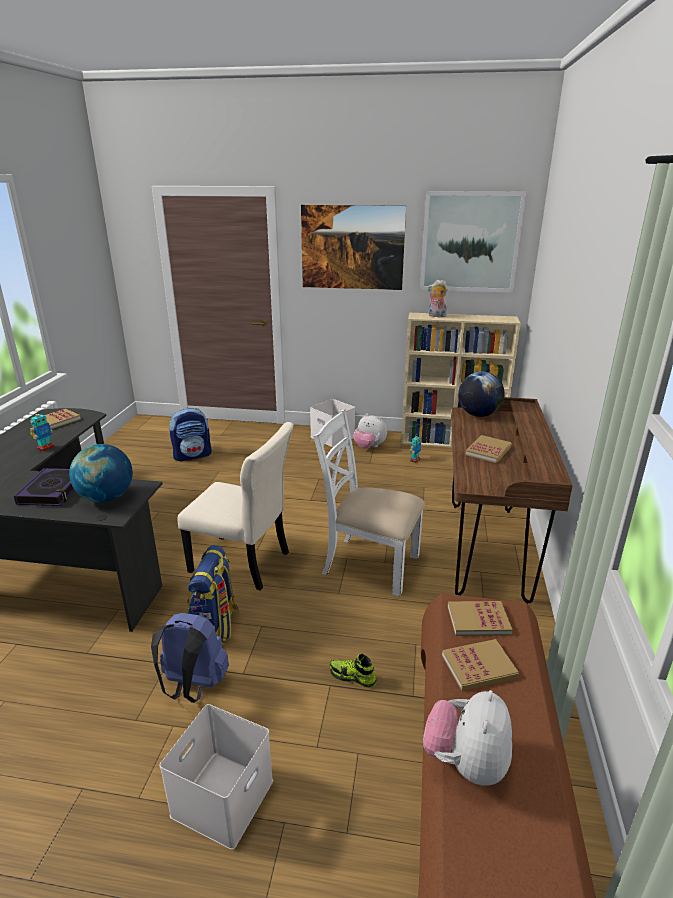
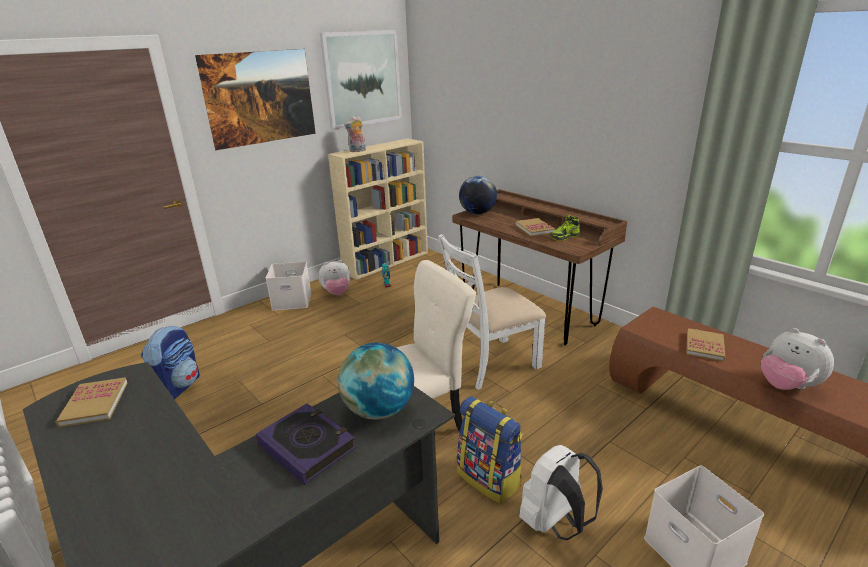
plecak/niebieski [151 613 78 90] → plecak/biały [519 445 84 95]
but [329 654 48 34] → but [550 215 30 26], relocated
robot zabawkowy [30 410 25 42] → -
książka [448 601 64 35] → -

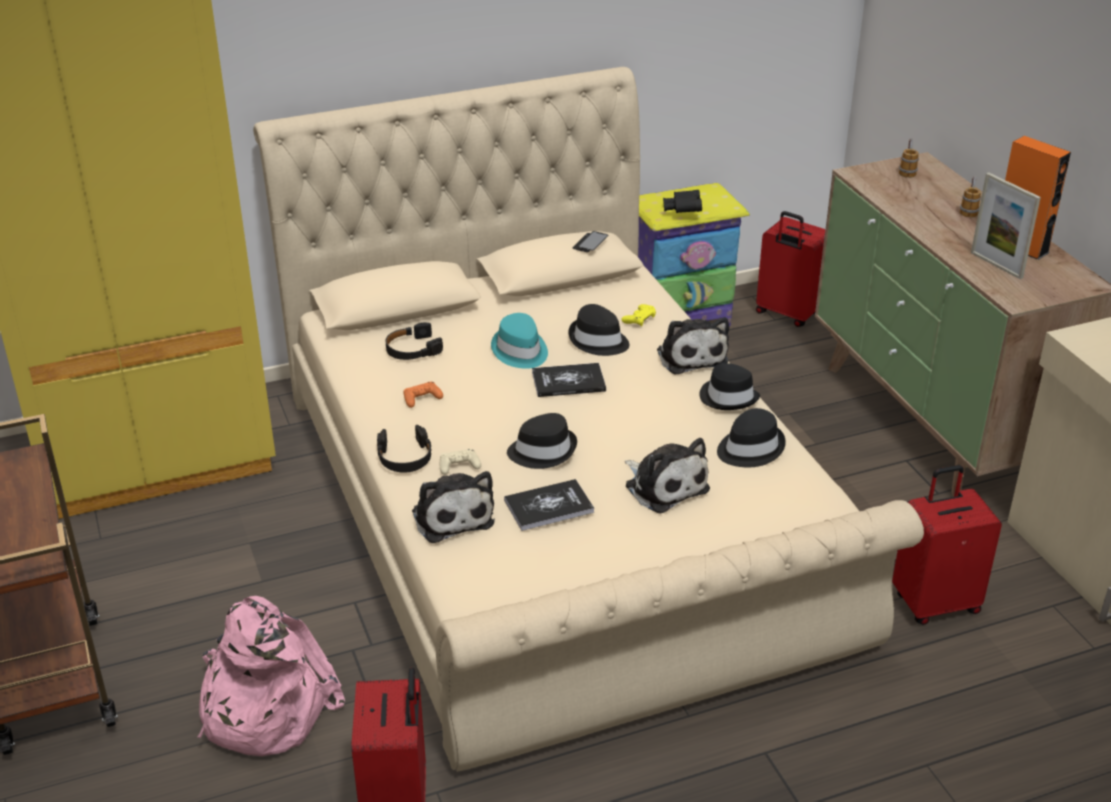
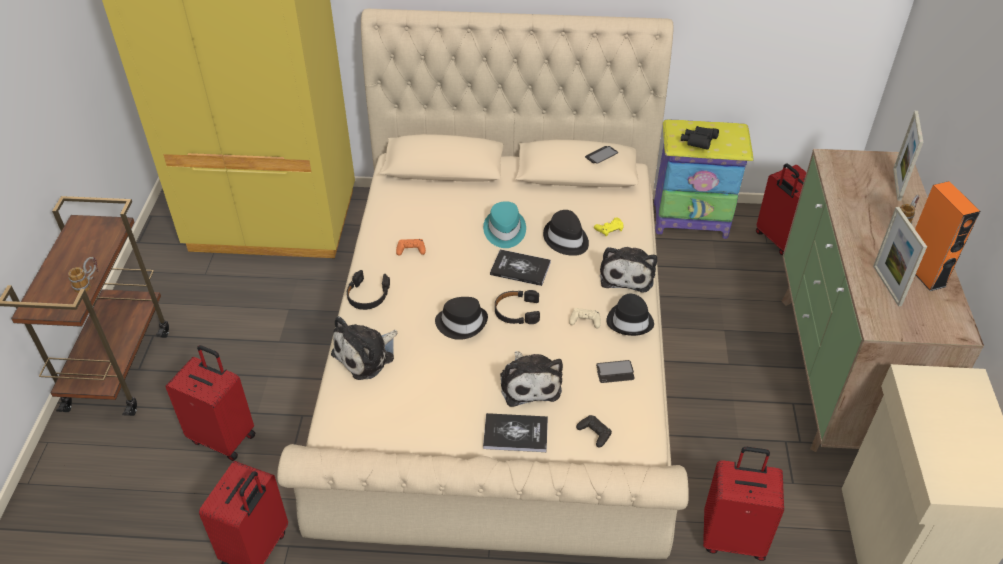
kubek [899 138 20 40] → kubek [68 257 30 36], relocated
plecak/różowy [198 596 147 160] → walizka/czerwony [165 345 91 116]
pluszak [412 471 83 72] → pluszak [331 316 66 64], 45 degrees clockwise
książka [504 479 90 52] → książka [483 413 65 39], relocated
słuchawki/czarny [386 322 57 38] → słuchawki/czarny [495 290 45 34], relocated
pad do gier/beżowy [440 449 41 26] → pad do gier/beżowy [569 308 32 20], relocated
- → pad do gier/czarny [576 415 36 33]
kapelusz/czarny [717 408 69 59] → telefon [596 360 39 23]
- → ramka na zdjęcie [893 110 30 91]

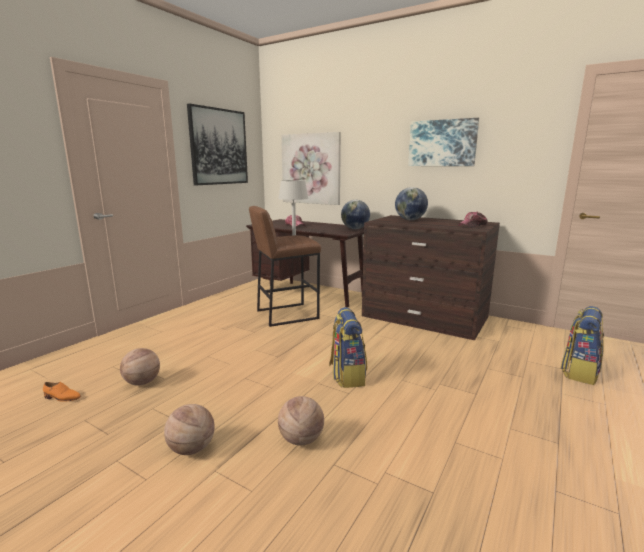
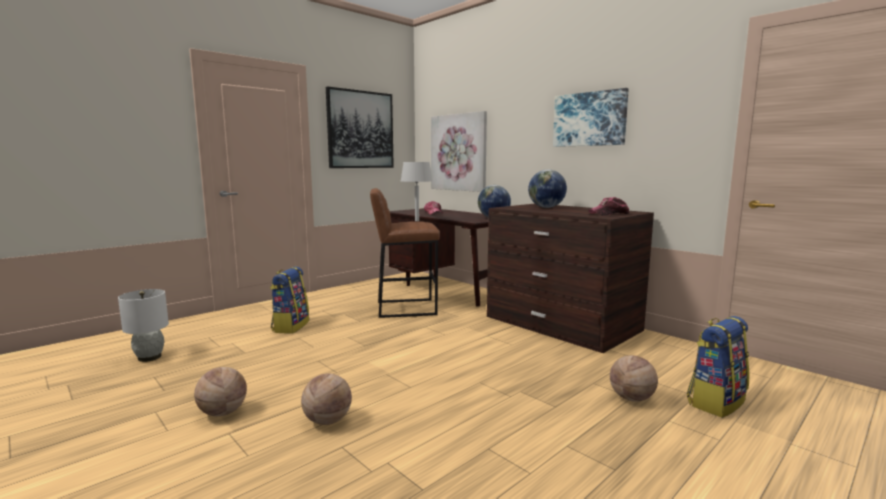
but/pomarańczowy [43 382 38 20] → lampa stołowa/biały [118 289 51 73]
plecak [329 307 38 81] → plecak [270 266 39 68], relocated
piłka do koszykówki [120 348 40 38] → piłka do koszykówki [610 355 48 47], relocated

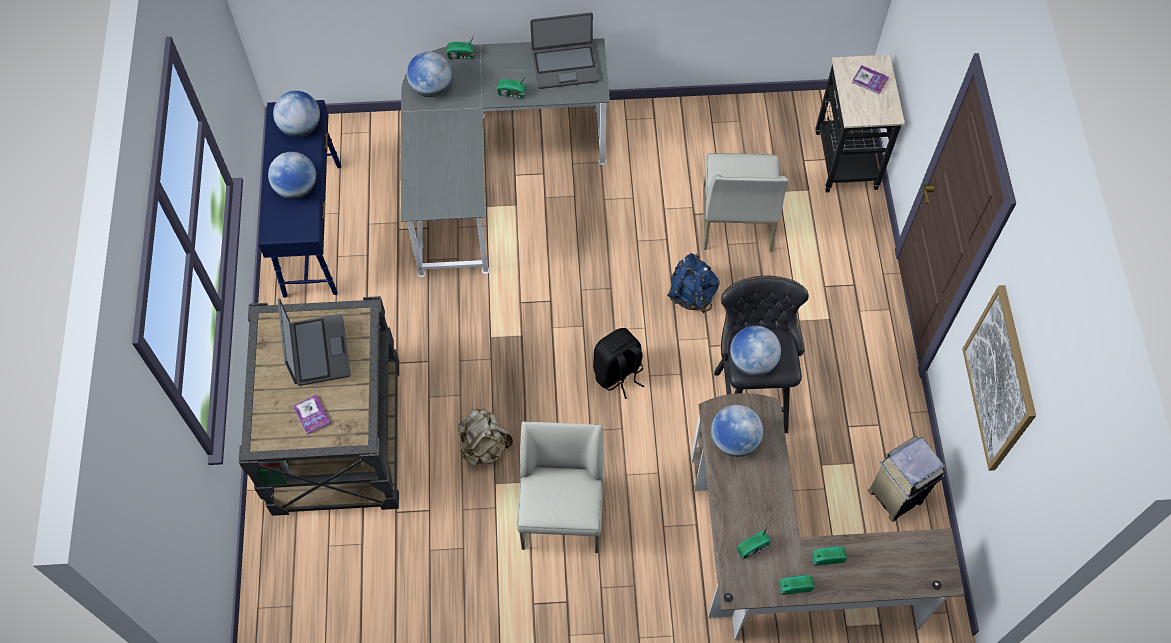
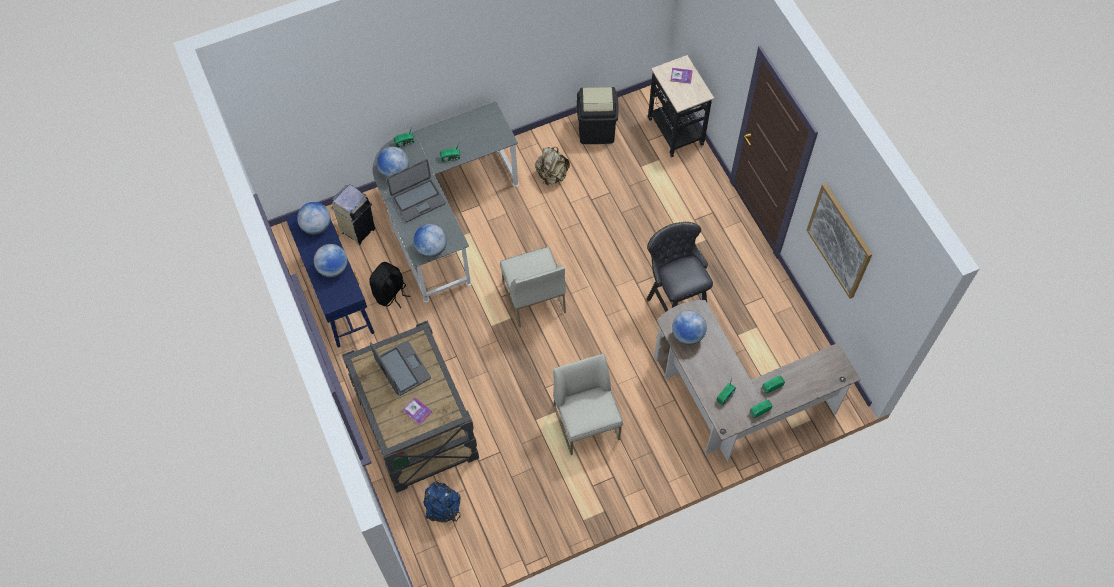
kosz na śmieci/beżowy [868 436 77 86] → kosz na śmieci/beżowy [331 184 44 61], relocated
plecak/czarny [593 328 52 71] → plecak/czarny [369 262 42 46], relocated
laptop [530 13 69 76] → laptop [387 159 59 63], relocated
globus [730 326 51 50] → globus [413 224 34 33], relocated
plecak/niebieski [667 253 53 61] → plecak/niebieski [423 480 38 42], relocated
krzesło/biały [703 153 85 98] → krzesło/biały [500 247 66 80], relocated
plecak/beżowy [458 409 55 57] → plecak/beżowy [535 147 35 38], relocated
- → kosz na śmieci/czarny [577 87 41 57]

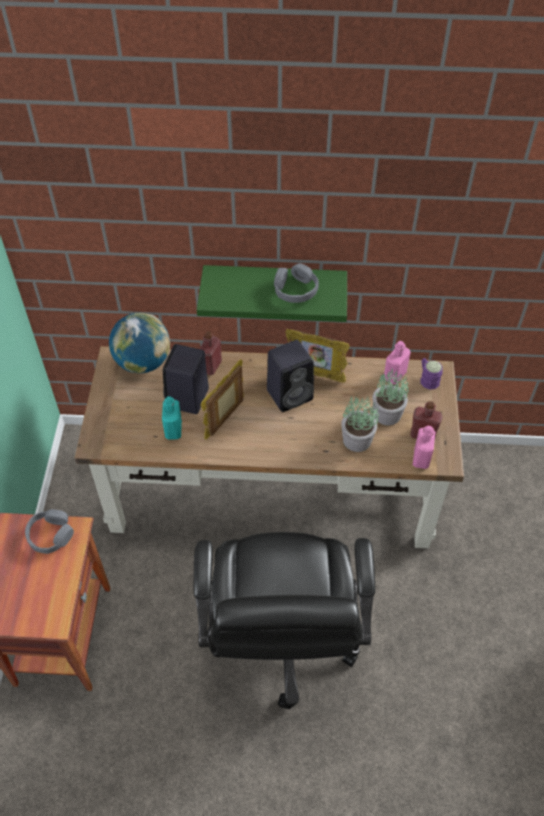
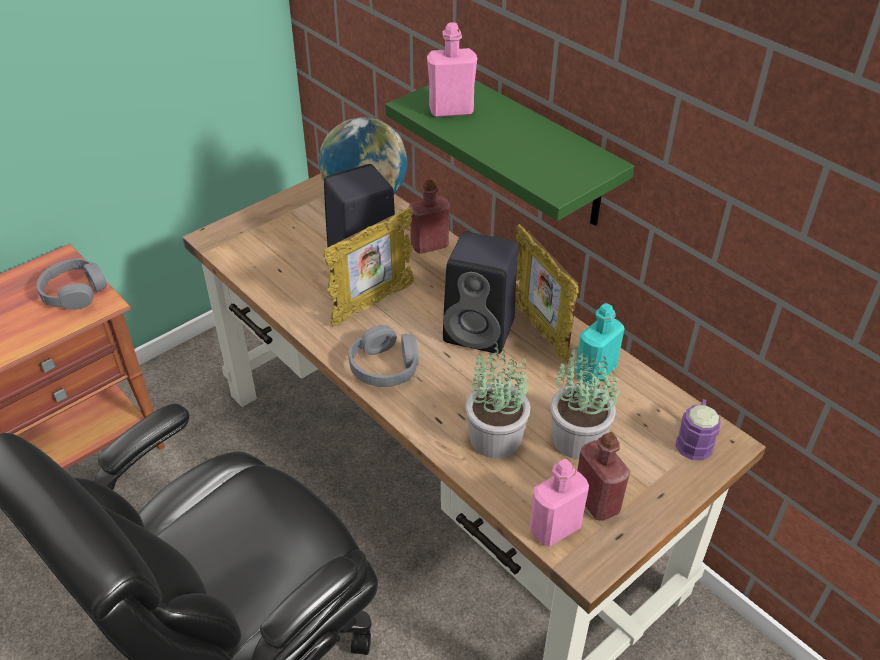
ramka na zdjęcie [200 359 44 81] → ramka na zdjęcie [323 207 91 120], 150 degrees clockwise
słuchawki/szary [274 263 45 40] → słuchawki/szary [348 325 71 62], relocated
butelka/różowy [384 341 27 43] → butelka/różowy [427 22 50 95], relocated
butelka/turkusowy [162 396 20 44] → butelka/turkusowy [575 303 50 82], relocated

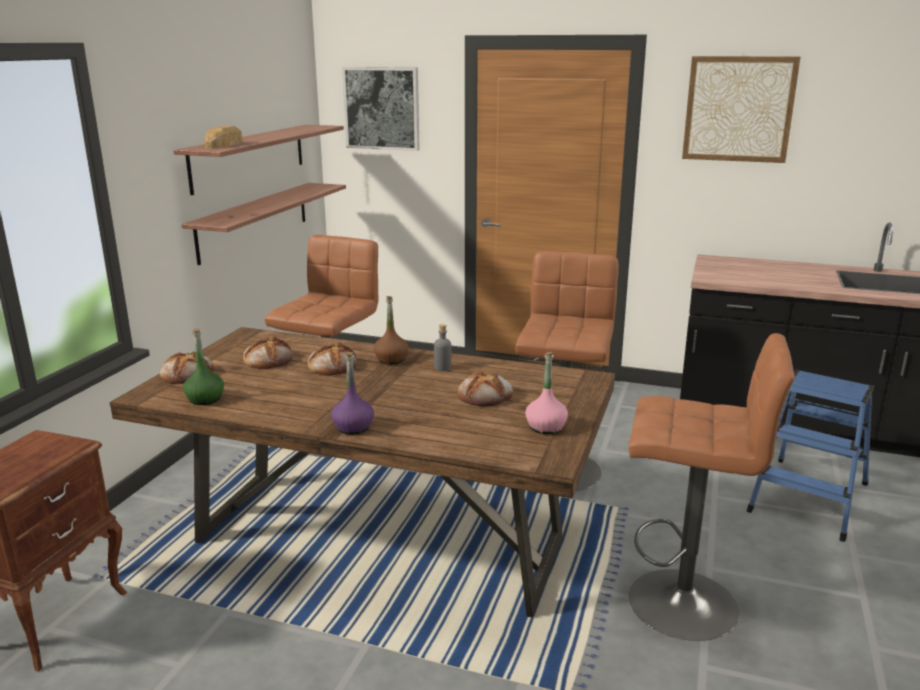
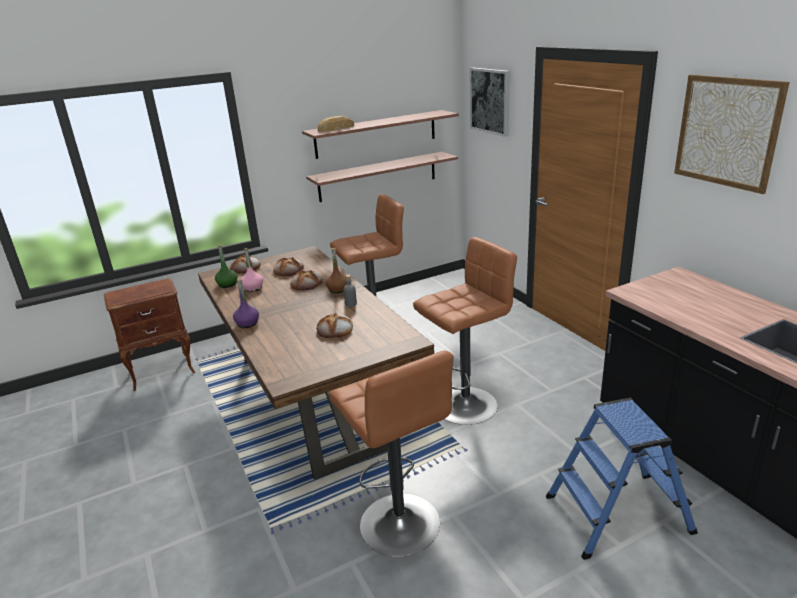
butelka/różowy [525 352 43 82] → butelka/różowy [241 248 22 44], relocated

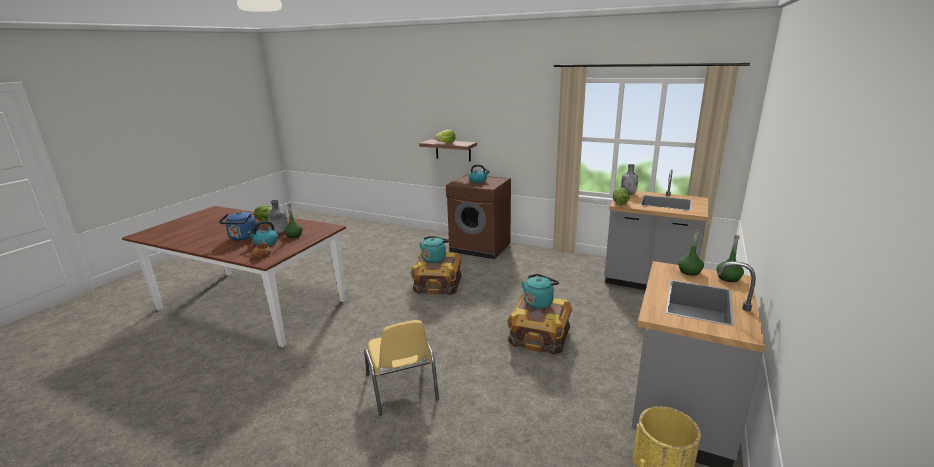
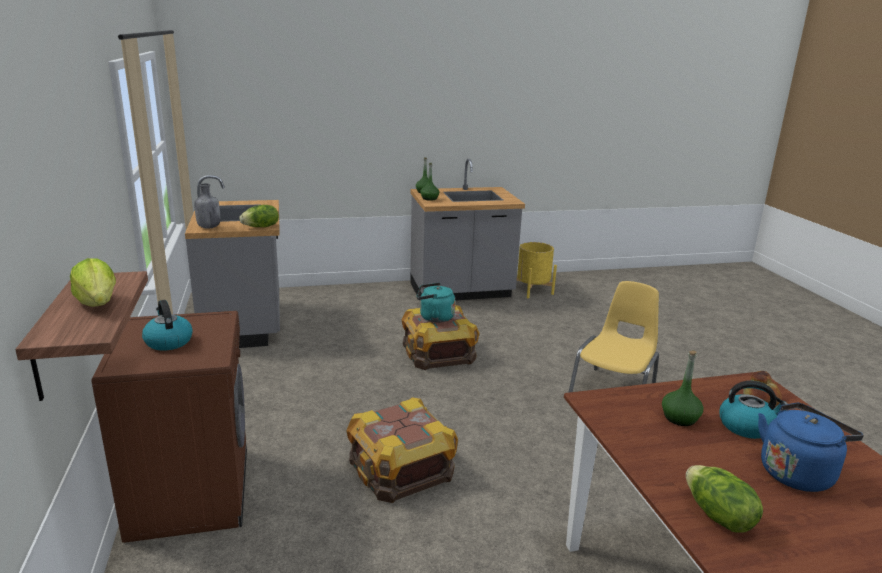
butelka/szary [268 200 20 33] → -
czajnik/turkusowy [419 236 31 27] → -

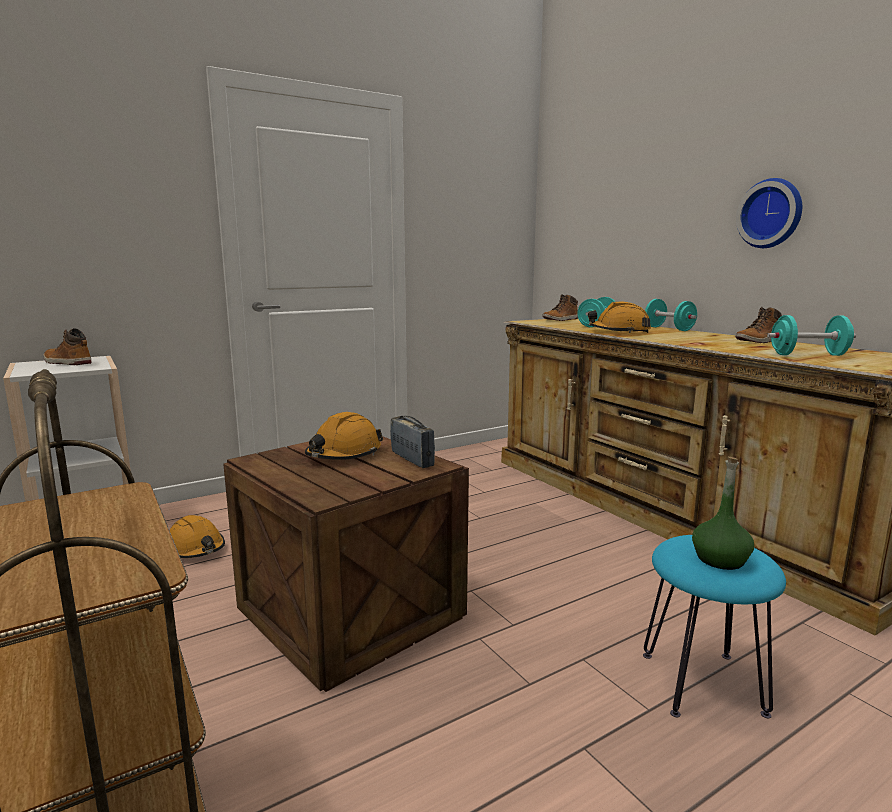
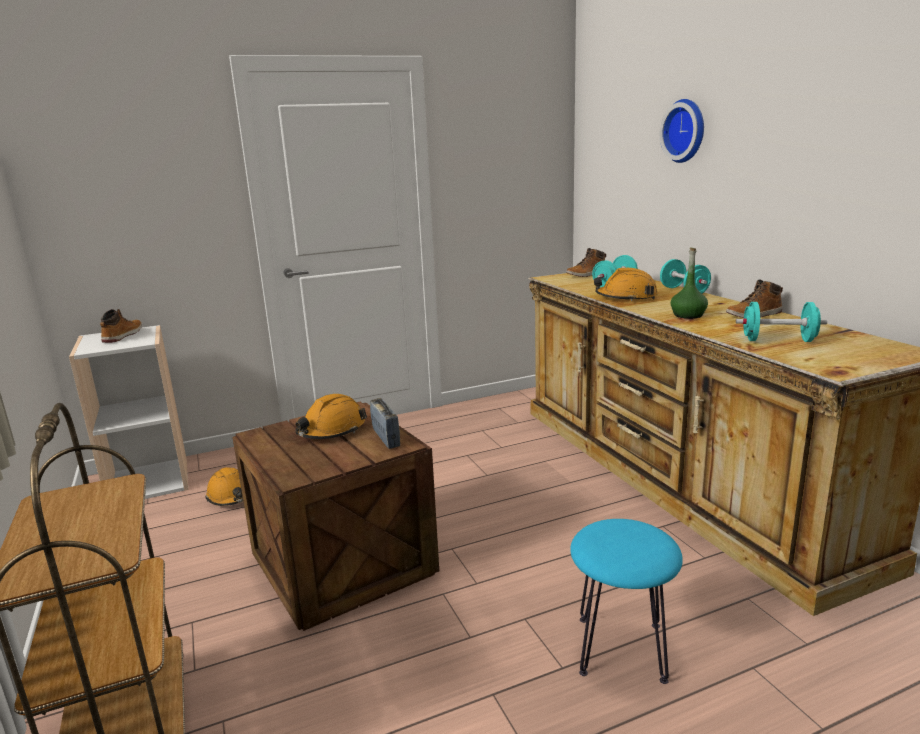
but z cholewką [44 328 48 37] → but z cholewką [100 309 42 34], 60 degrees clockwise
zegar ścienny [736 178 66 70] → zegar ścienny [660 99 44 64], relocated
butelka/zielony [692 457 62 113] → butelka/zielony [671 248 37 71], relocated

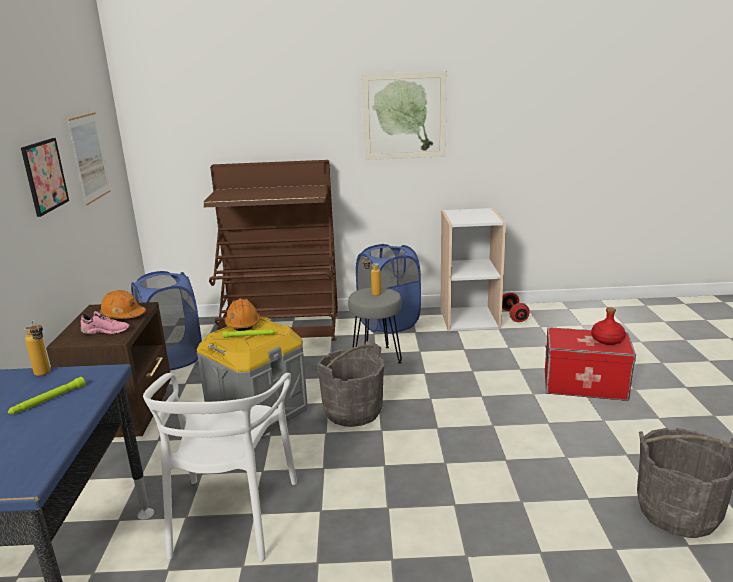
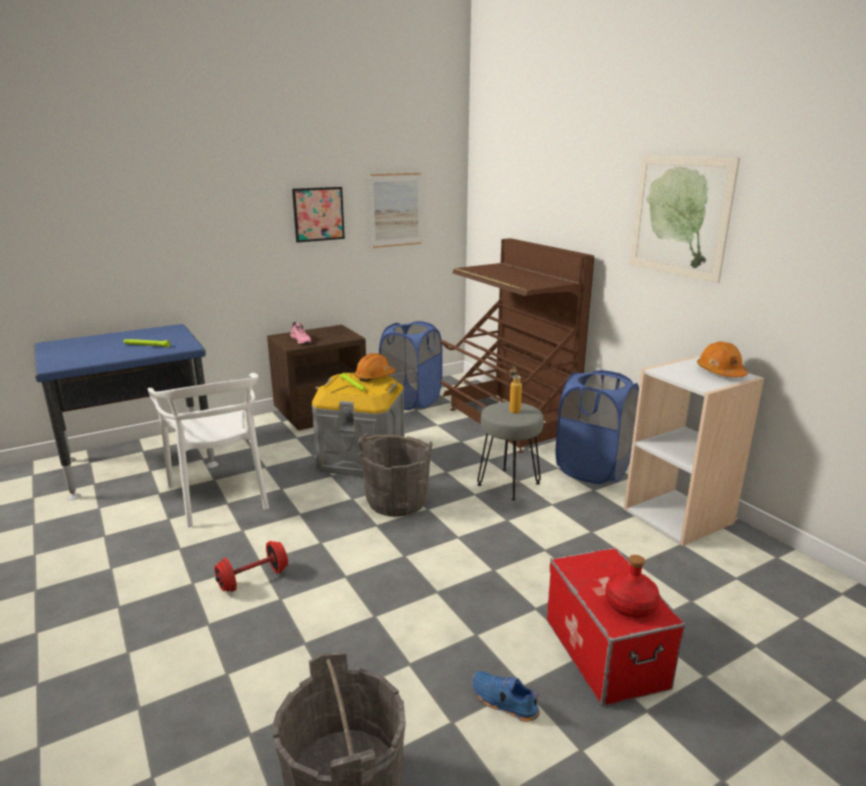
krzesło/biały [143 373 154 188] → krzesło/biały [147 373 122 155], 90 degrees counterclockwise
hantel/czerwony [502 292 28 30] → hantel/czerwony [215 541 73 51], relocated
- → but/niebieski [472 671 68 51]
kask/pomarańczowy [99 290 47 29] → kask/pomarańczowy [697 341 51 36], relocated
butelka [24 320 26 56] → -

